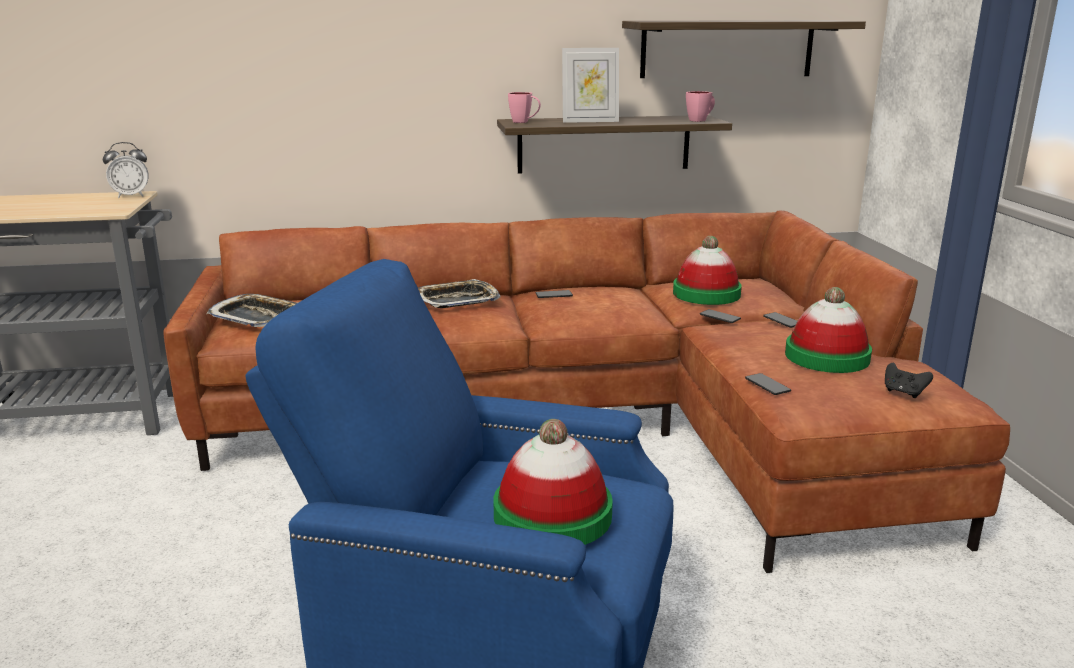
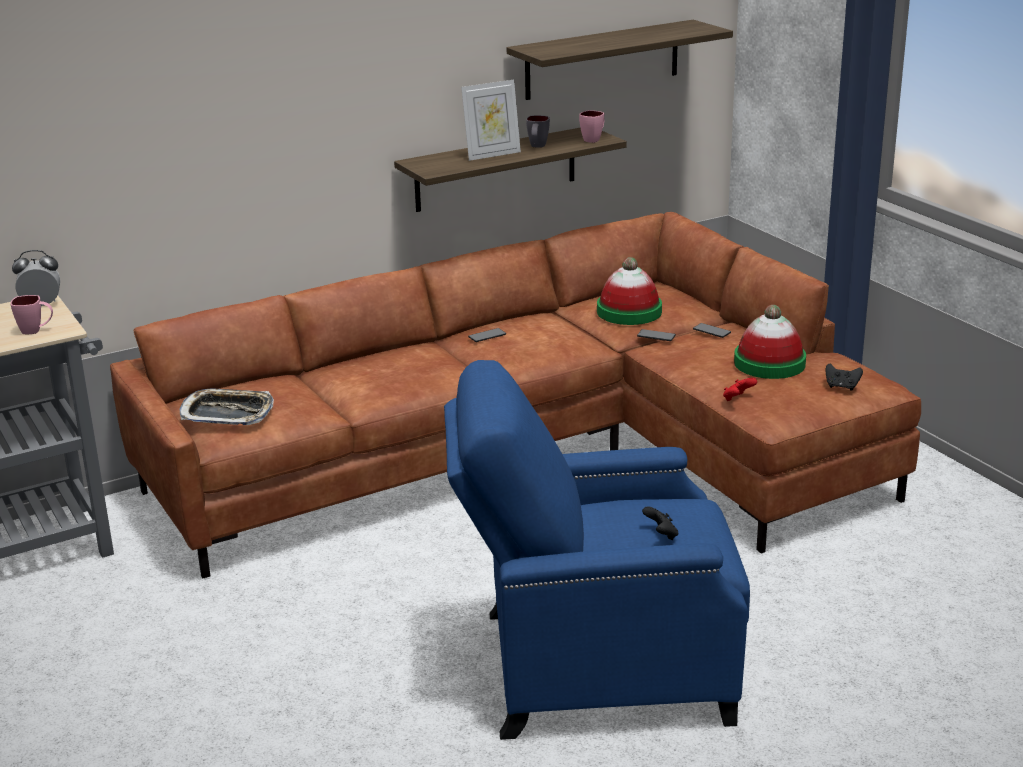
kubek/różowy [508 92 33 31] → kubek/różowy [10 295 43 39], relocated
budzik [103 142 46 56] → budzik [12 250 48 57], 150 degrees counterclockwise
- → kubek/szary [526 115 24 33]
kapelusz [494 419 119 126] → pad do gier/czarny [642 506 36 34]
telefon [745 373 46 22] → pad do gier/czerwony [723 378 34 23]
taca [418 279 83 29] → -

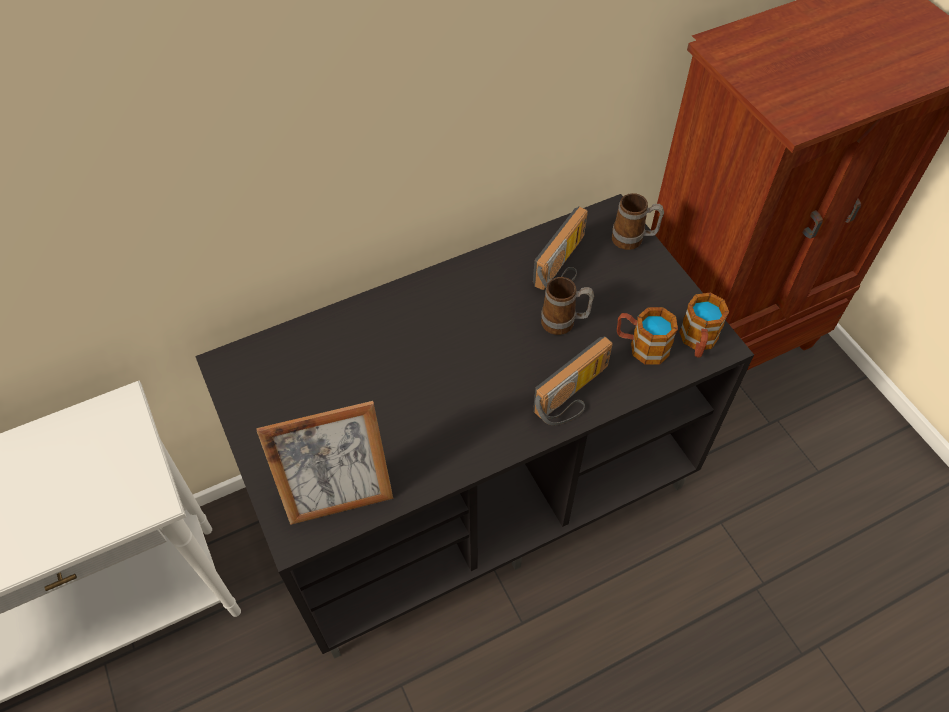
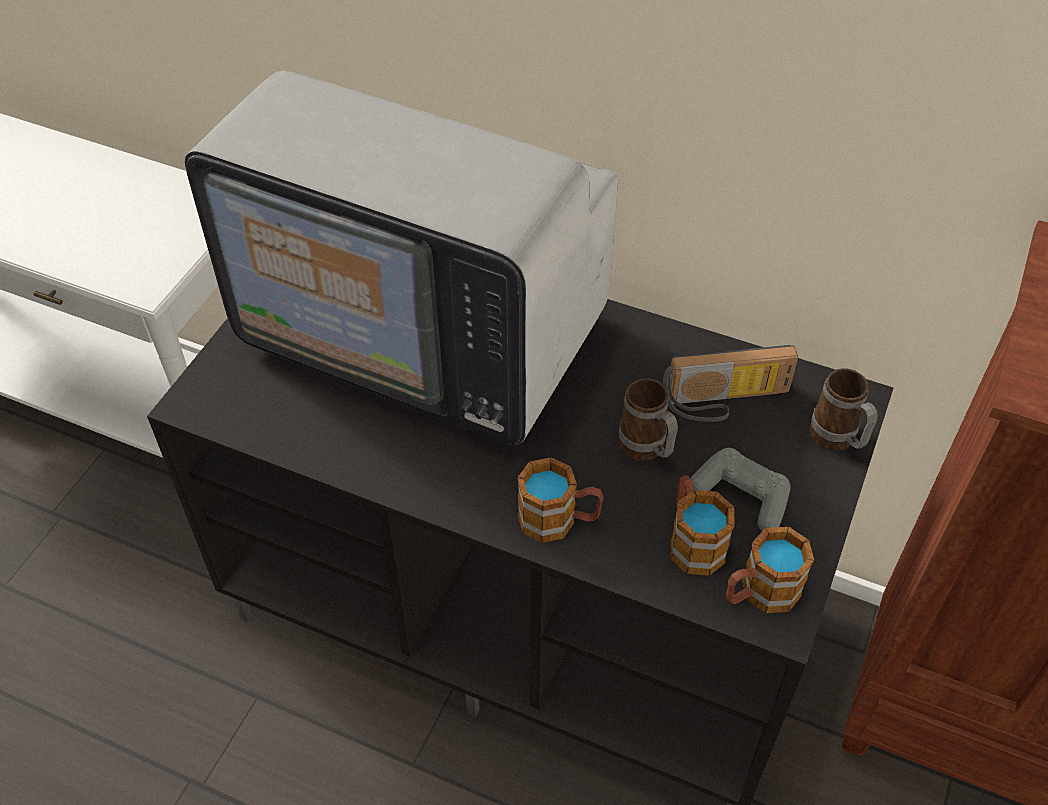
- → telewizor [185 70 433 375]
radio [533 336 80 89] → kubek [517 457 87 86]
- → pad do gier/szary [690 448 100 83]
ramka na zdjęcie [256 401 137 124] → -

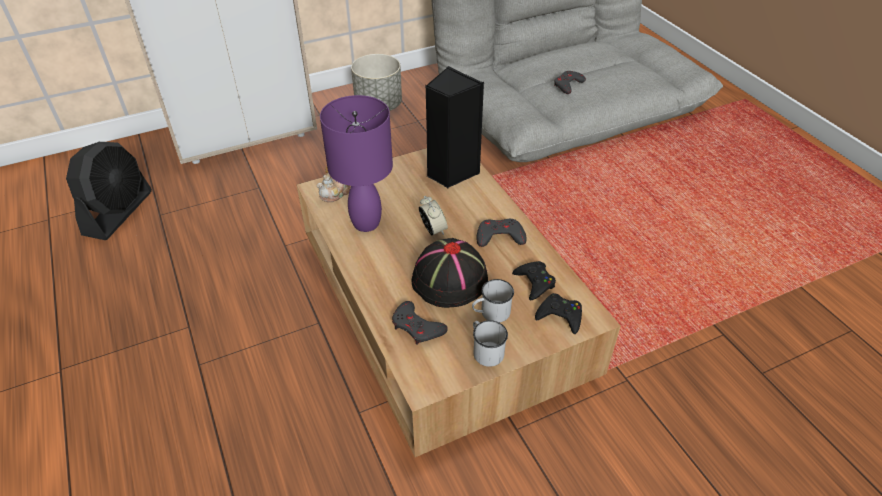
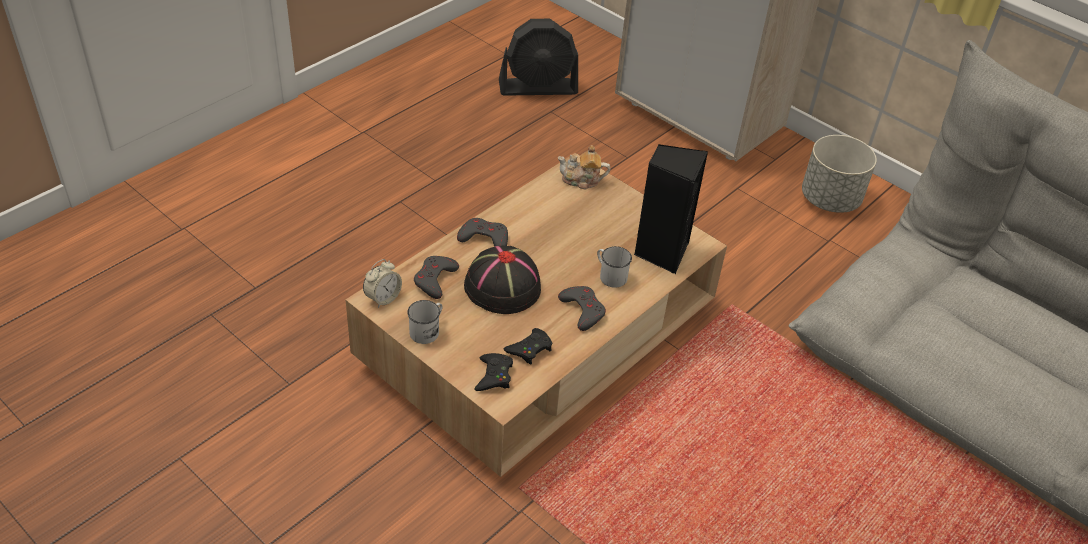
budzik [419 196 29 40] → budzik [363 259 39 49], relocated
pad do gier/szary [554 71 32 23] → pad do gier/szary [457 218 51 29], relocated
kubek/biały [472 279 42 44] → kubek/biały [597 246 35 42], relocated
lampa stołowa/fioletowy [320 95 73 137] → -

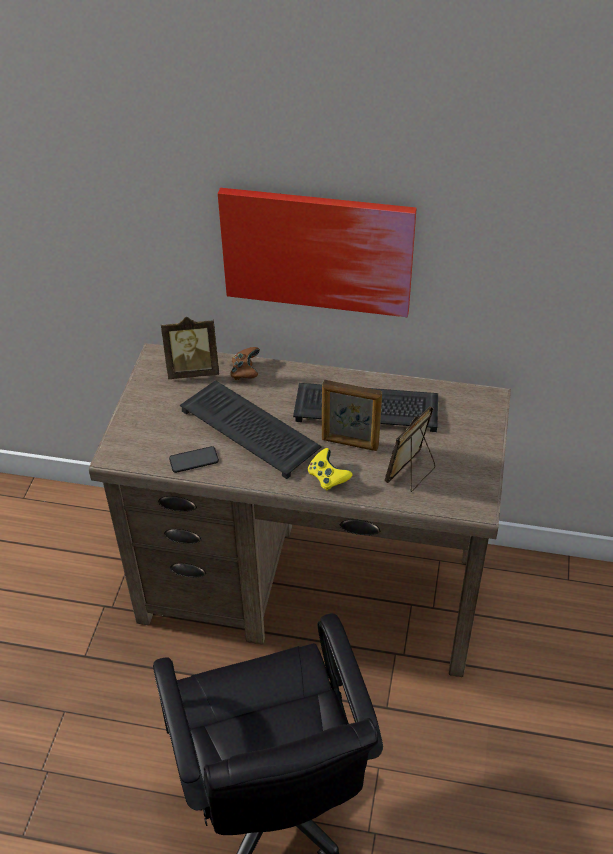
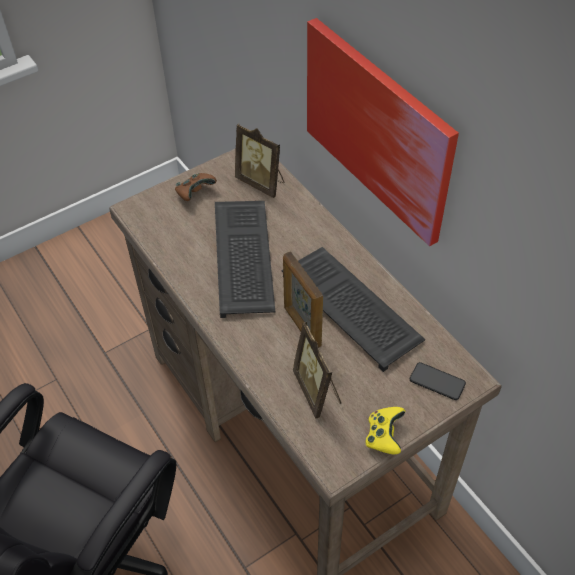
pad do gier/brązowy [231 347 29 33] → pad do gier/brązowy [175 173 42 28], relocated
ramka na zdjęcie [384 406 52 86] → ramka na zdjęcie [293 322 48 97], 105 degrees counterclockwise
pad do gier/żółty [308 448 44 43] → pad do gier/żółty [365 407 40 48], relocated
telefon [169 446 50 27] → telefon [410 362 56 38], relocated

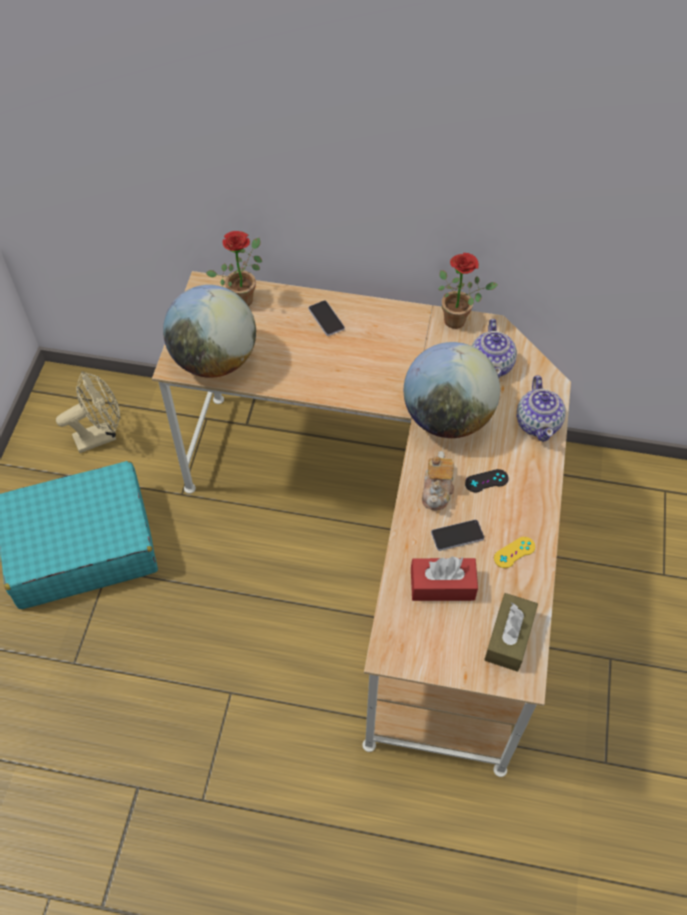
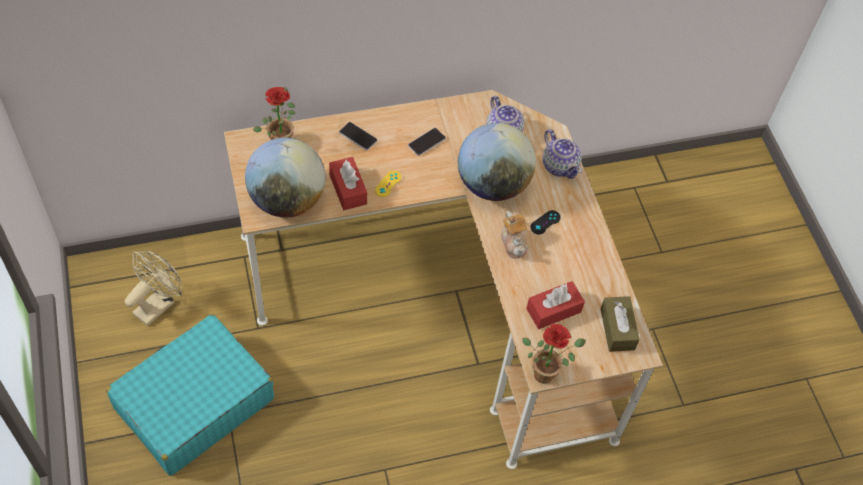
- → pudełko chusteczek/czerwony [329 157 38 53]
pad do gier/żółty [494 537 41 31] → pad do gier/żółty [375 171 26 26], relocated
telefon [431 520 53 31] → telefon [408 128 38 28], relocated
roślina doniczkowa [438 253 60 76] → roślina doniczkowa [522 324 64 60], relocated

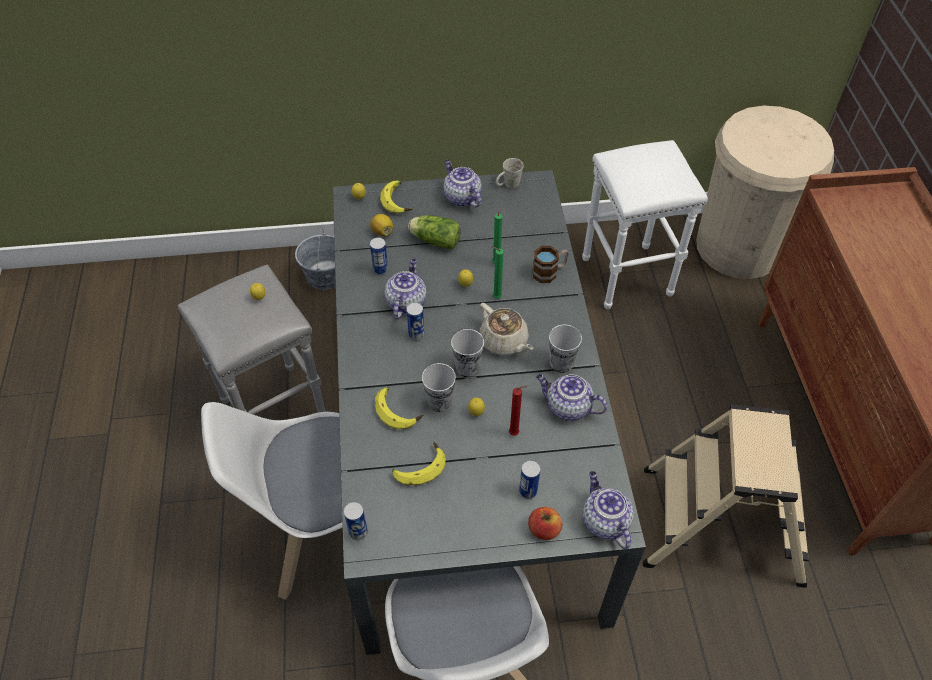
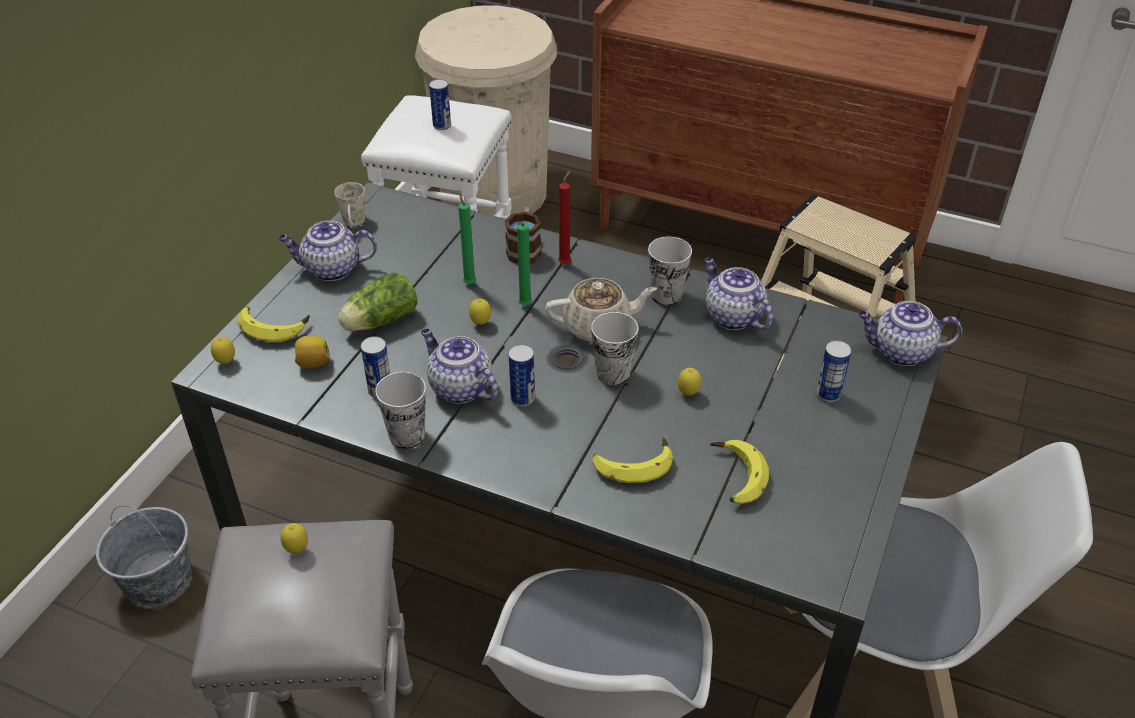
filiżanka [422 363 34 49] → filiżanka [375 372 51 77], relocated
puszka [344 502 24 38] → puszka [429 79 22 51], relocated
świeca/czerwony [509 386 18 50] → świeca/czerwony [558 171 13 93], relocated
imbryk [536 374 72 47] → imbryk [704 258 69 72], 90 degrees clockwise
jabłko [528 507 34 33] → -

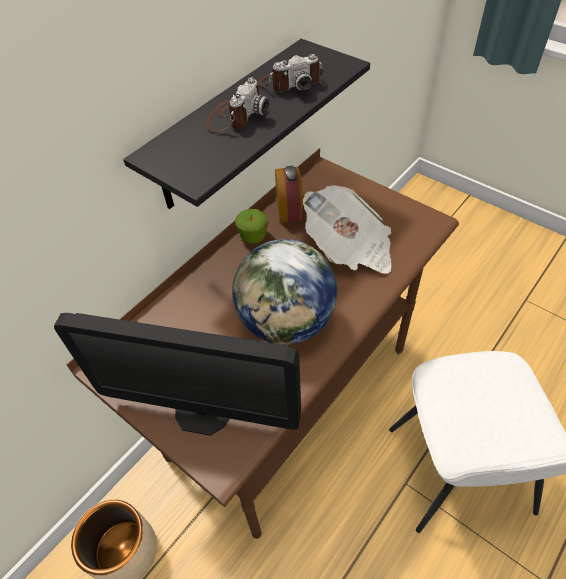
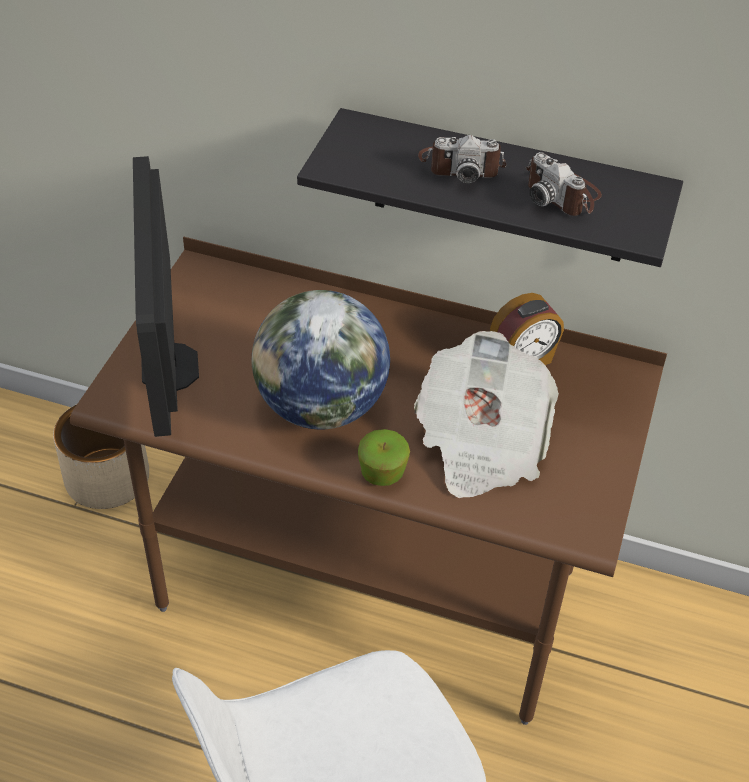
jabłko [235 209 33 34] → jabłko [358 429 52 57], relocated

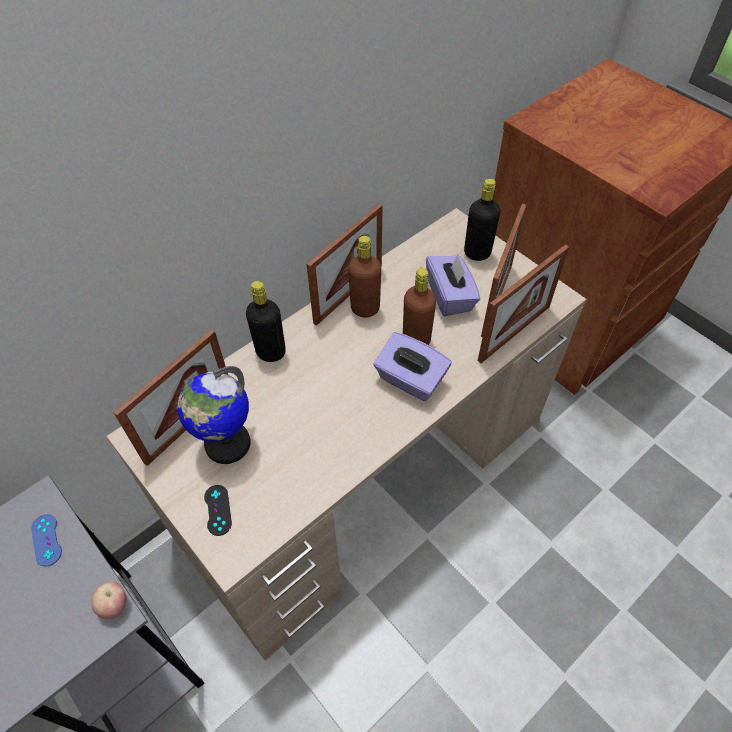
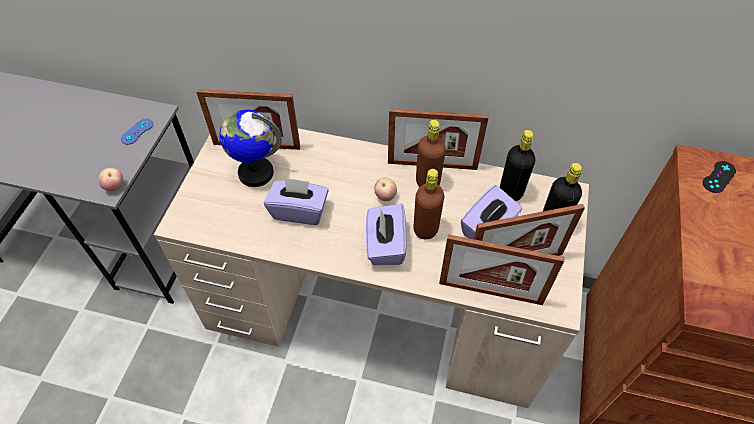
- → pudełko chusteczek/fioletowy [264 177 65 48]
- → jabłko [374 178 23 23]
butelka/czarny [246 281 40 81] → butelka/czarny [500 130 35 71], relocated
pad do gier/czarny [204 485 28 51] → pad do gier/czarny [703 161 33 32], relocated

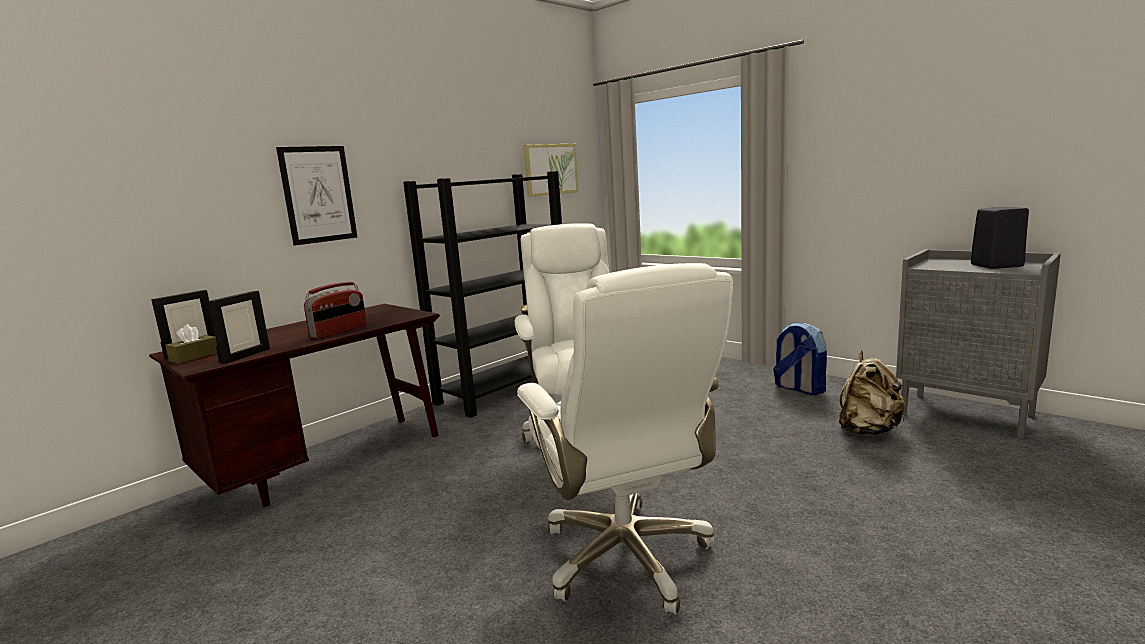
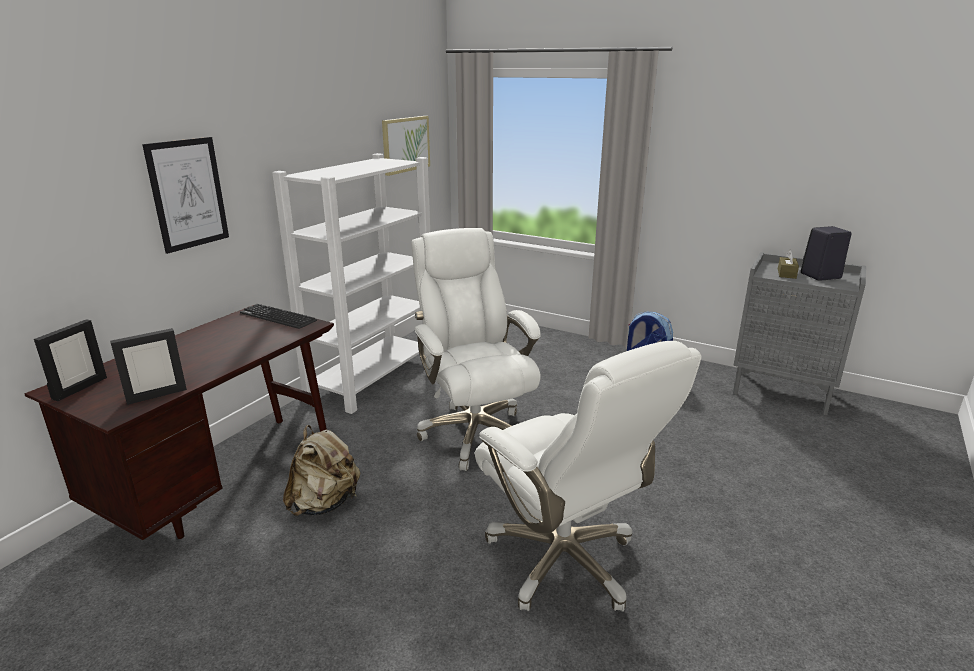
ramka na zdjęcie [208 291 62 73] → ramka na zdjęcie [110 328 77 77], 45 degrees clockwise
- → klawiatura [240 304 77 25]
regał/czarny [403 171 159 247] → regał/biały [272 153 158 261]
plecak/beżowy [839 350 66 86] → plecak/beżowy [283 425 77 91], relocated
pudełko chusteczek/brązowy [165 324 52 40] → pudełko chusteczek/brązowy [778 250 21 29], relocated
radio [304 282 63 57] → -

